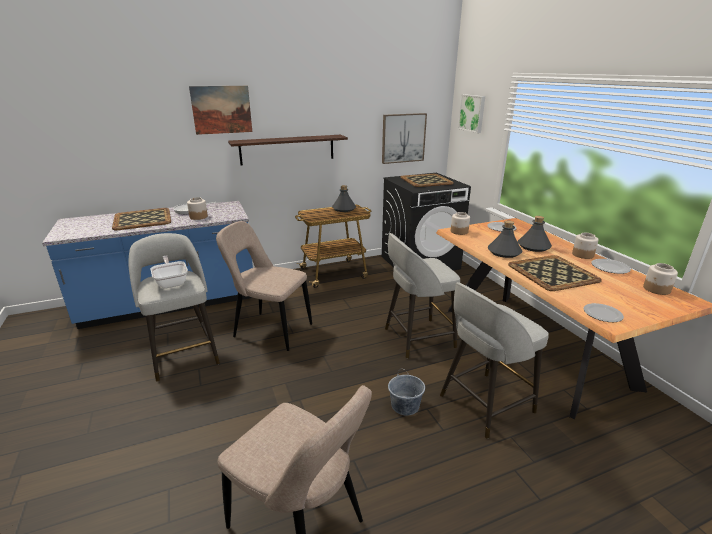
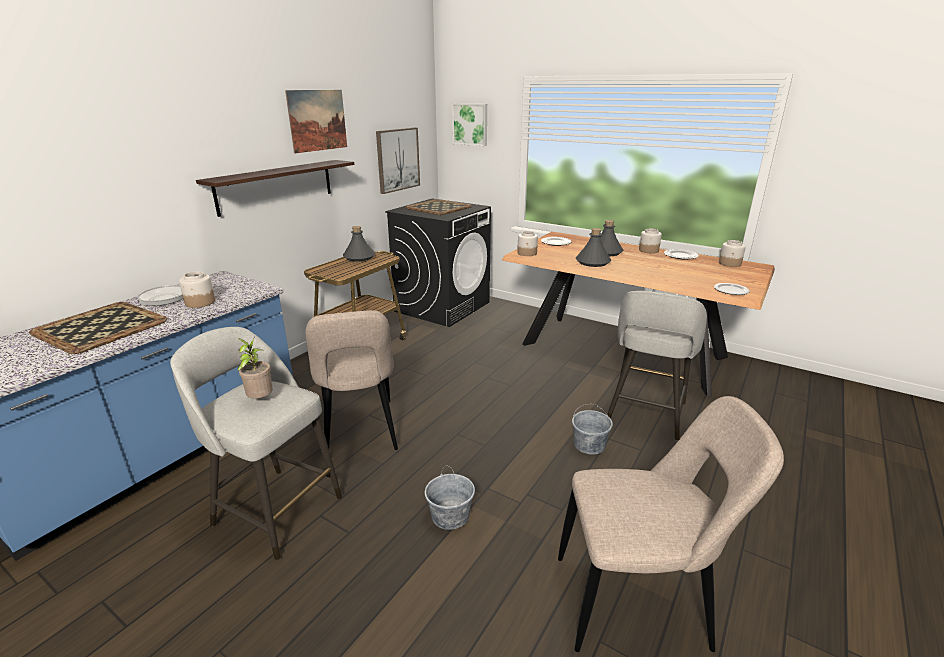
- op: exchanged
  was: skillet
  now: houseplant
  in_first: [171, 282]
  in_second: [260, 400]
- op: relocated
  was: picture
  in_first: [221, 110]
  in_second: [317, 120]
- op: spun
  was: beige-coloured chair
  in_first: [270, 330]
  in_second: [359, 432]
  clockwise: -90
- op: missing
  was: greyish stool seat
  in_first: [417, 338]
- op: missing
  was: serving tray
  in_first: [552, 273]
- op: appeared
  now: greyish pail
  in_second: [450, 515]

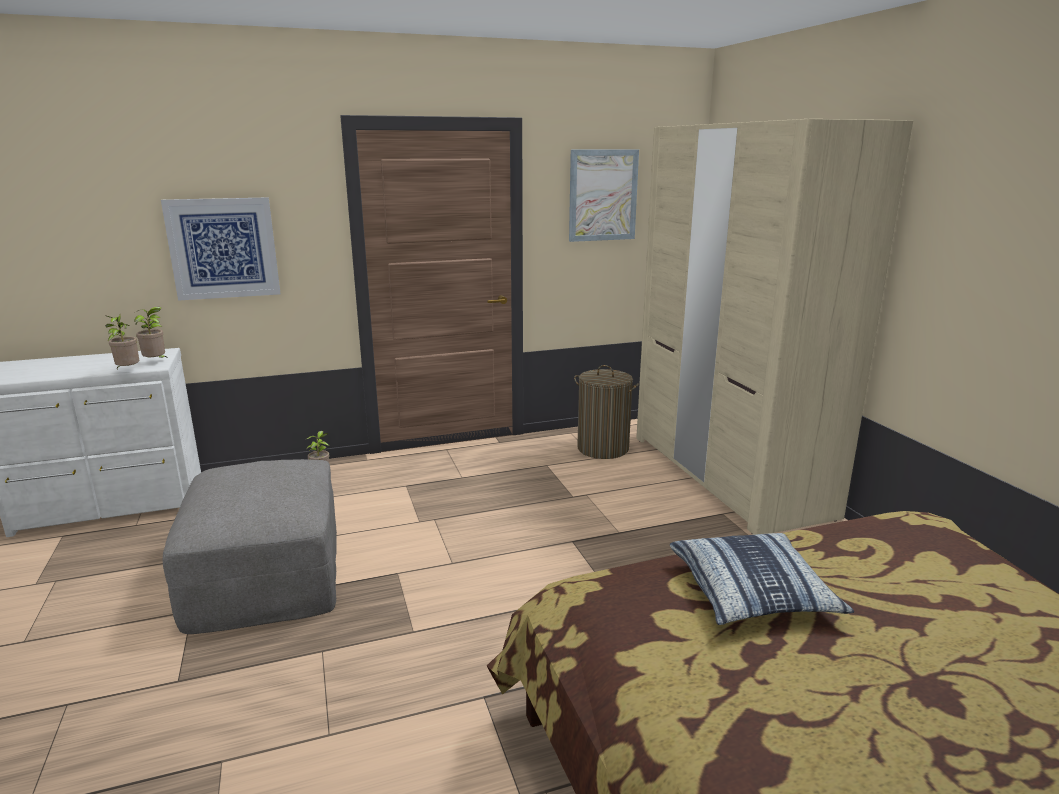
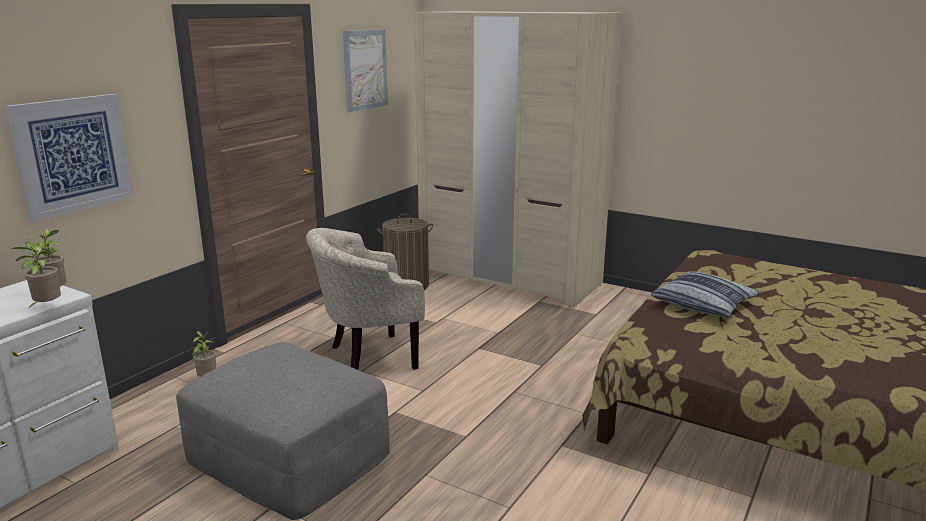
- op: appeared
  now: beige-coloured armchair
  in_second: [367, 358]

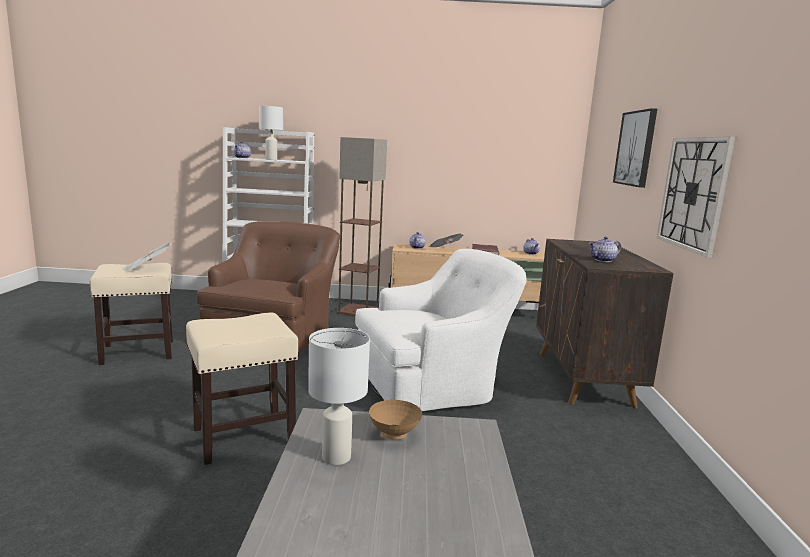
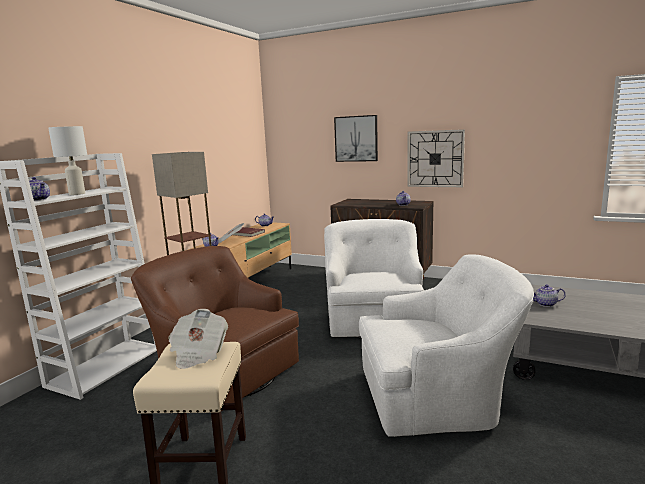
- op: exchanged
  was: beige-coloured stool seat
  now: white-coloured armchair
  in_first: [242, 437]
  in_second: [438, 397]
- op: missing
  was: white-coloured table lamp
  in_first: [337, 457]
- op: exchanged
  was: brown serving bowl
  now: pot for tea
  in_first: [393, 435]
  in_second: [545, 304]

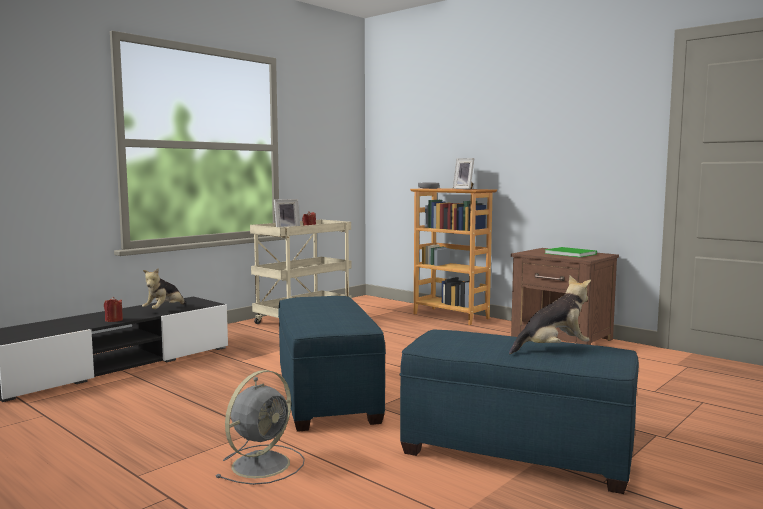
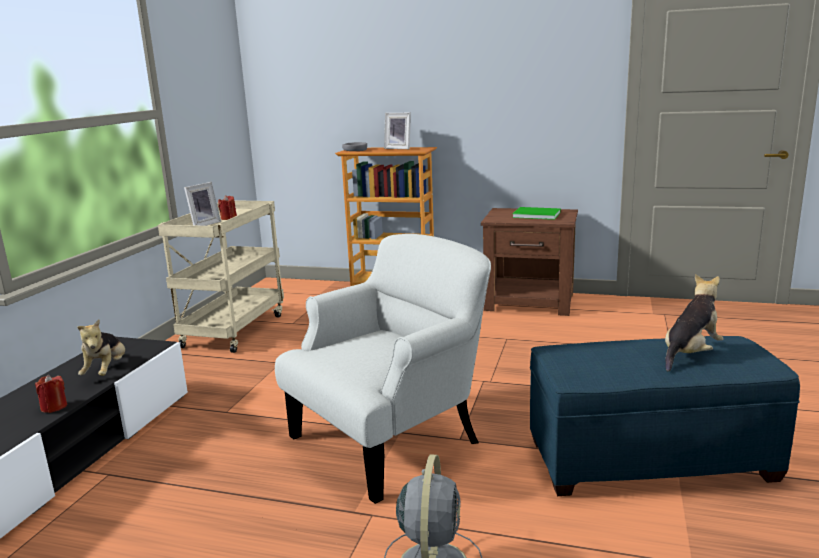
- op: exchanged
  was: blue-coloured ottoman
  now: white-coloured armchair
  in_first: [327, 396]
  in_second: [390, 438]

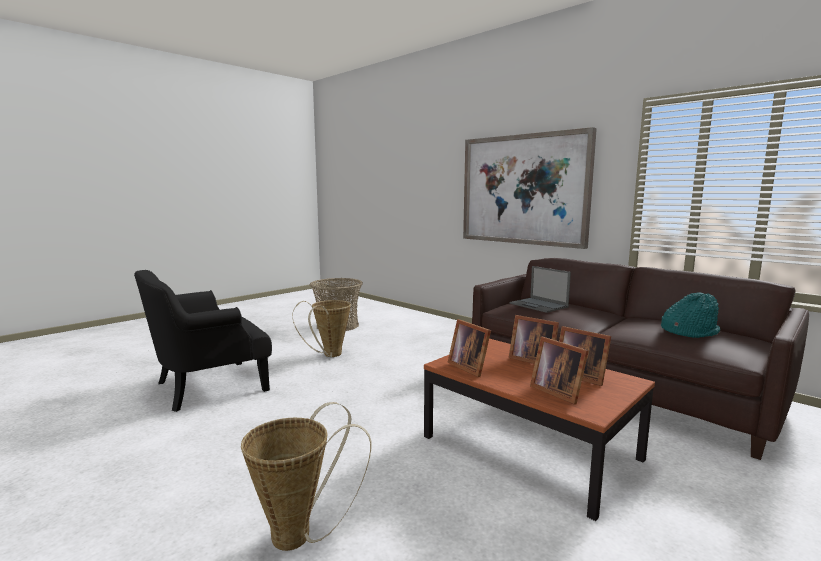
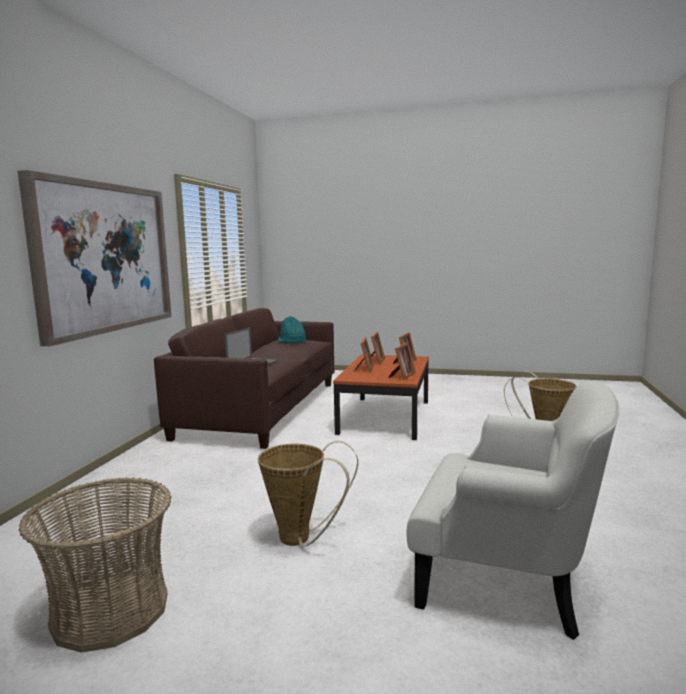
- op: colour
  was: blackish armchair
  now: white-coloured armchair
  in_first: [208, 386]
  in_second: [507, 578]

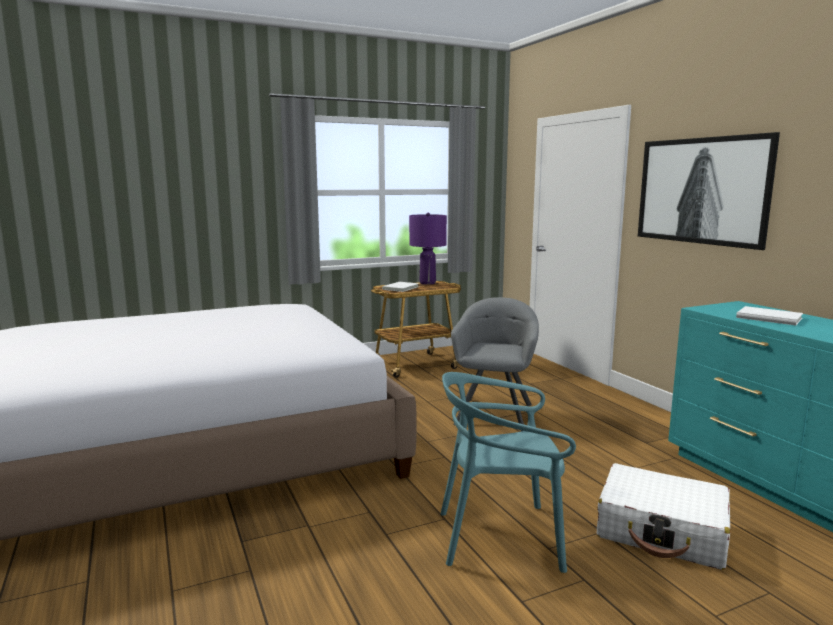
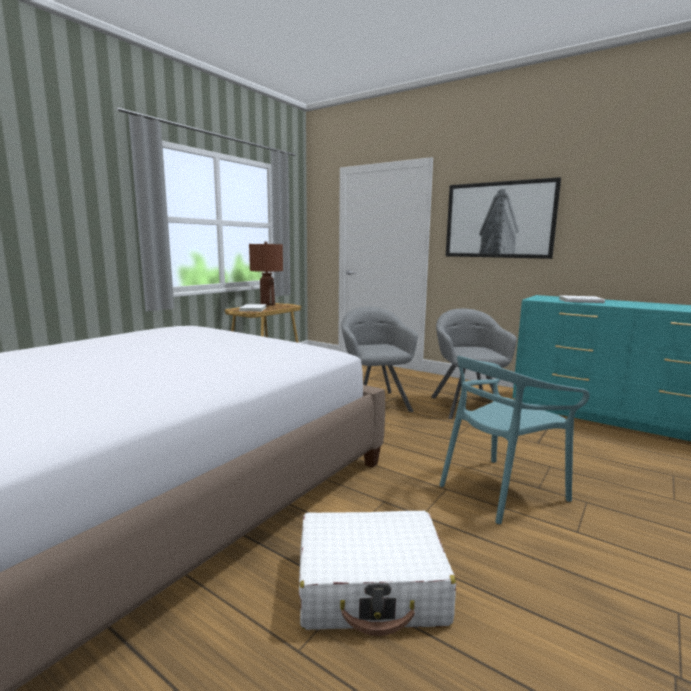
- op: colour
  was: purple table lamp
  now: brown table lamp
  in_first: [428, 283]
  in_second: [267, 304]
- op: relocated
  was: white-coloured travel case
  in_first: [662, 531]
  in_second: [371, 586]
- op: appeared
  now: greyish armchair
  in_second: [467, 406]

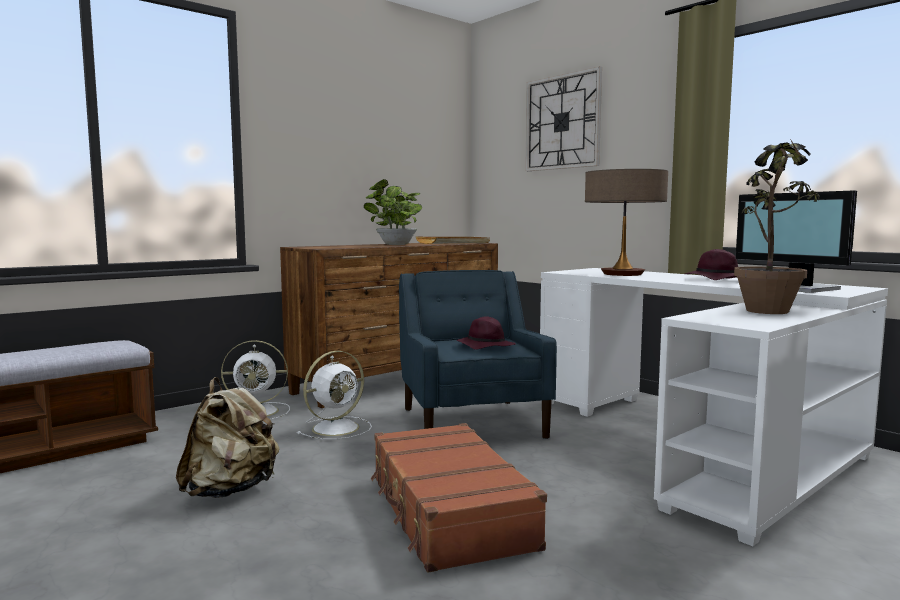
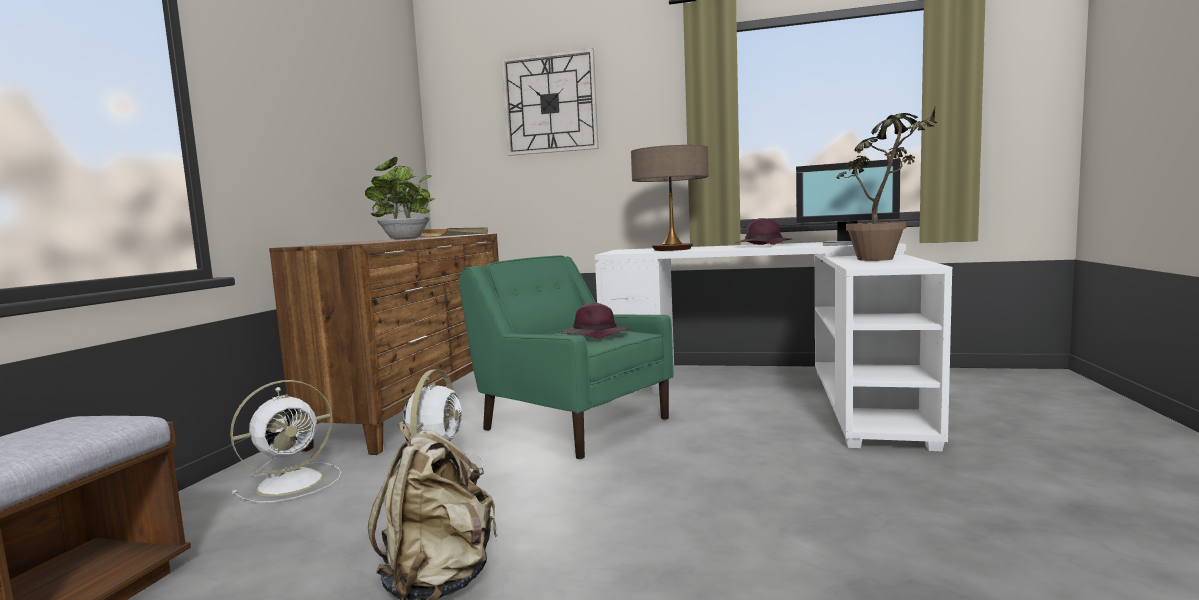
- op: missing
  was: brown travel case
  in_first: [448, 512]
- op: colour
  was: blue-coloured armchair
  now: green armchair
  in_first: [471, 422]
  in_second: [573, 423]

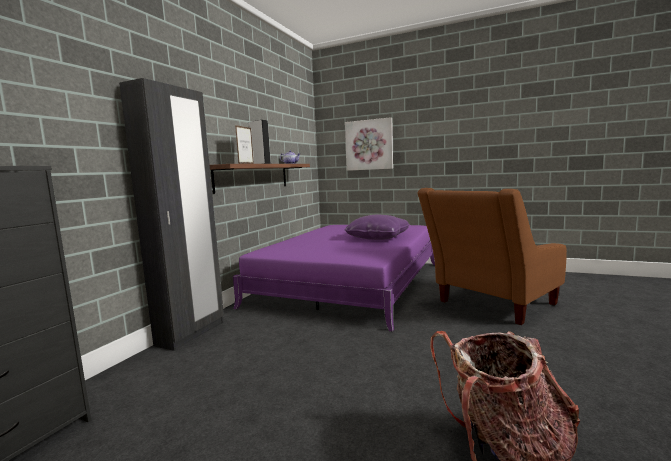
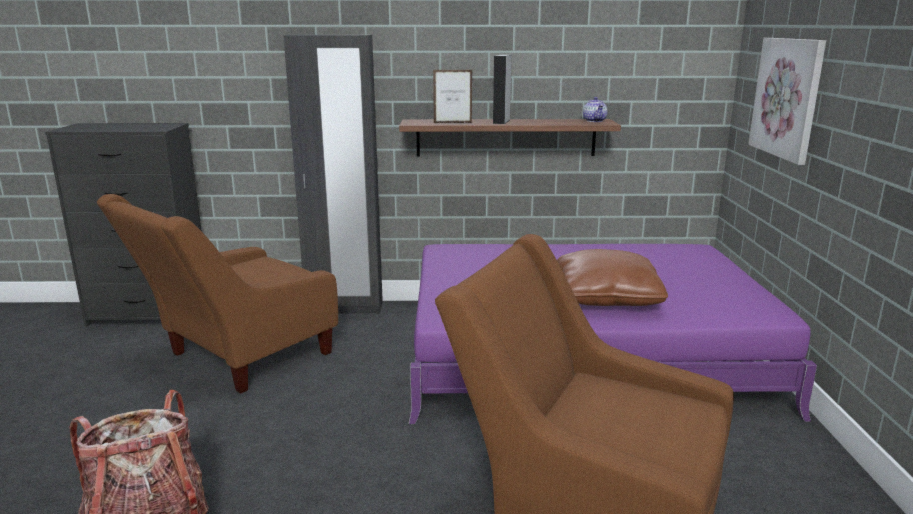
- op: colour
  was: purple pillow
  now: brown pillow
  in_first: [377, 238]
  in_second: [606, 297]
- op: appeared
  now: brown armchair
  in_second: [236, 359]

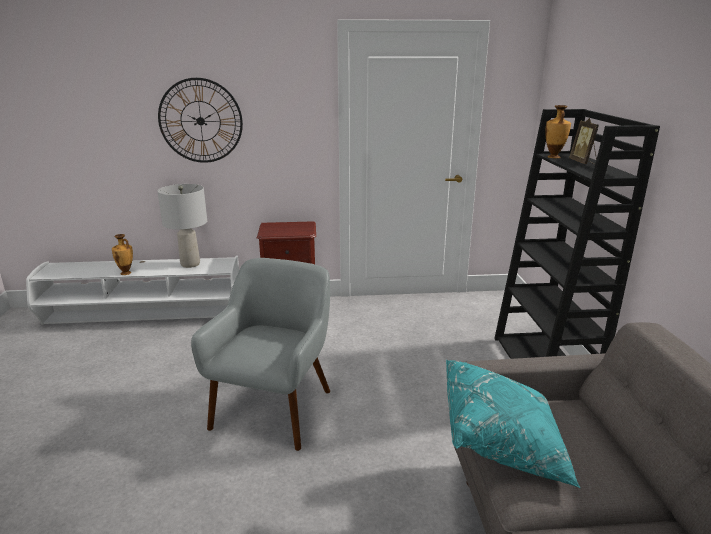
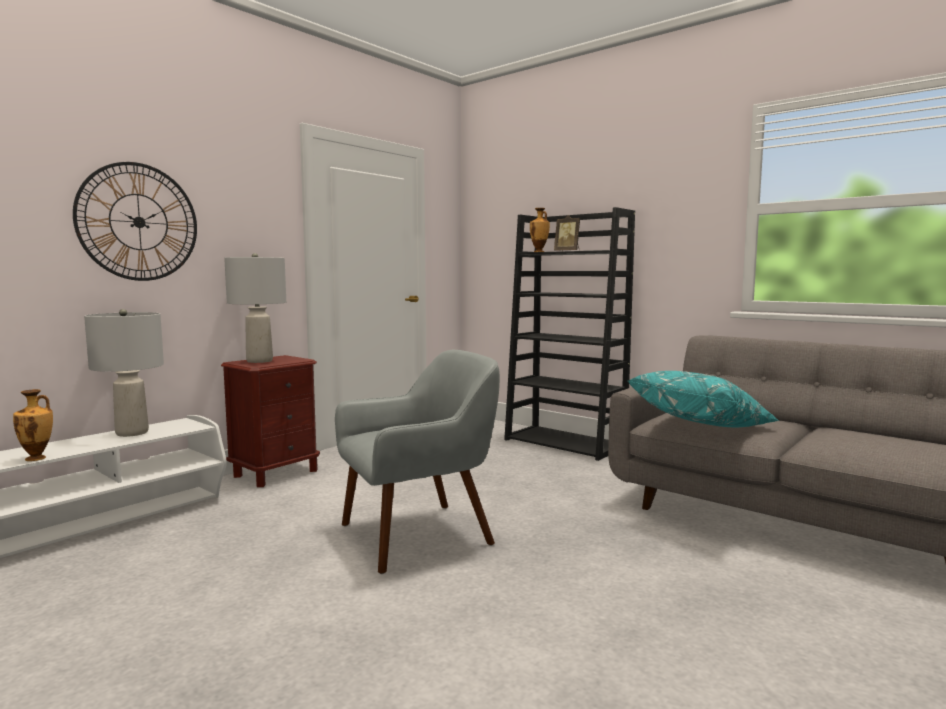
- op: spun
  was: greyish armchair
  in_first: [274, 409]
  in_second: [419, 535]
  clockwise: 90
- op: appeared
  now: greyish table lamp
  in_second: [260, 361]

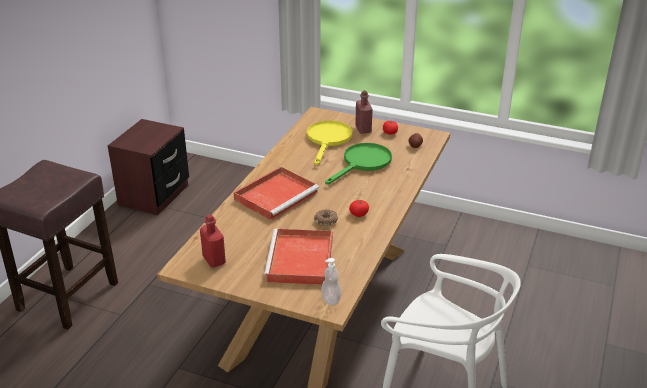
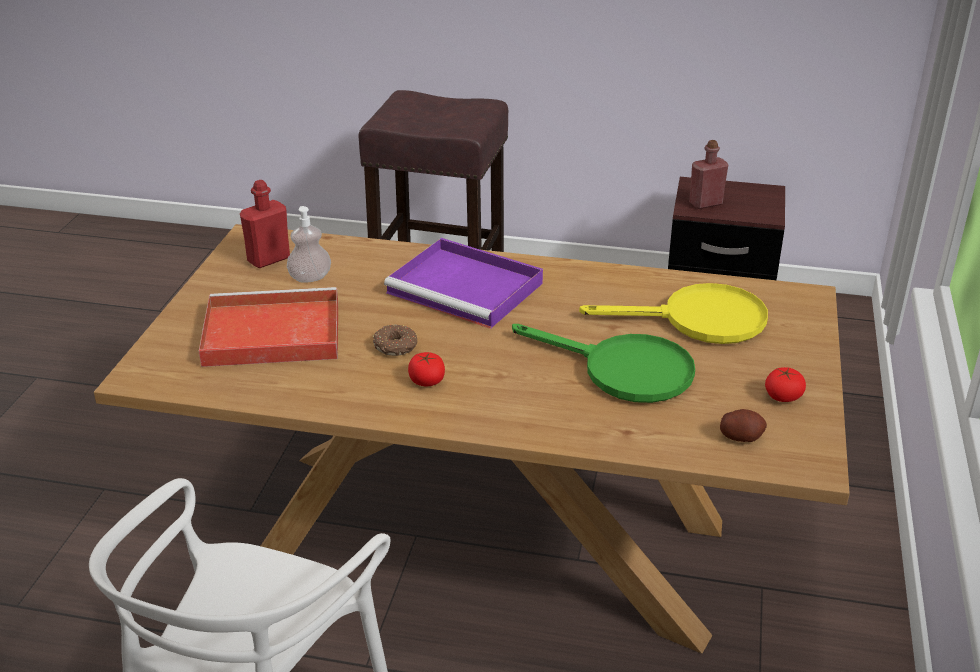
- op: colour
  was: red-coloured serving tray
  now: purple serving tray
  in_first: [277, 195]
  in_second: [468, 288]
- op: relocated
  was: soap bottle
  in_first: [331, 299]
  in_second: [310, 278]
- op: relocated
  was: red-coloured bottle
  in_first: [363, 129]
  in_second: [705, 203]

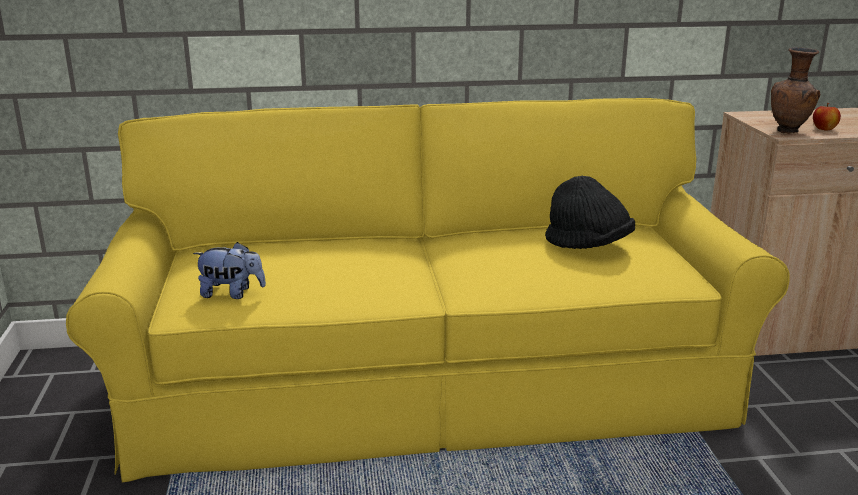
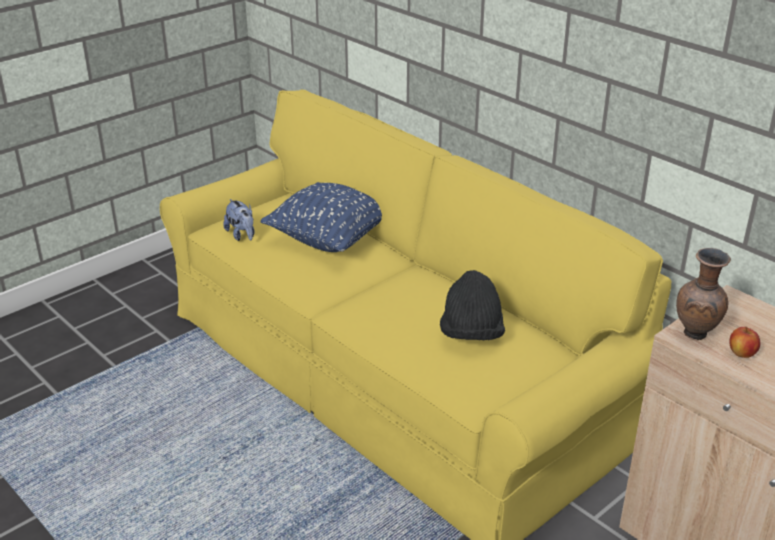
- op: appeared
  now: blue-coloured pillow
  in_second: [330, 239]

